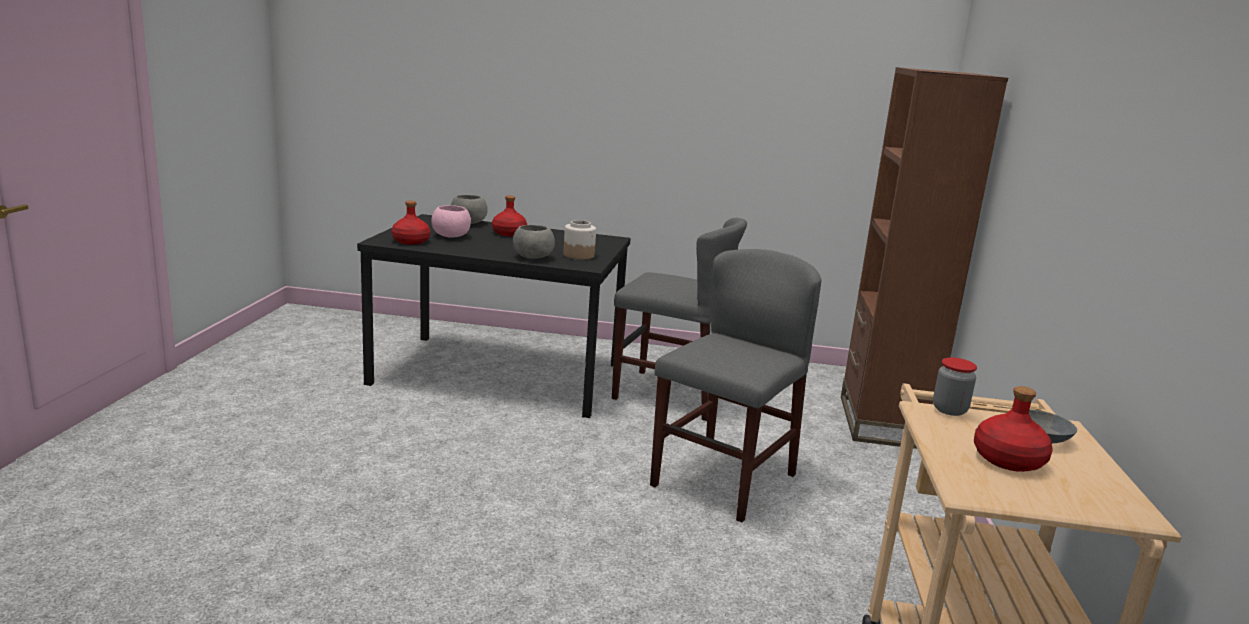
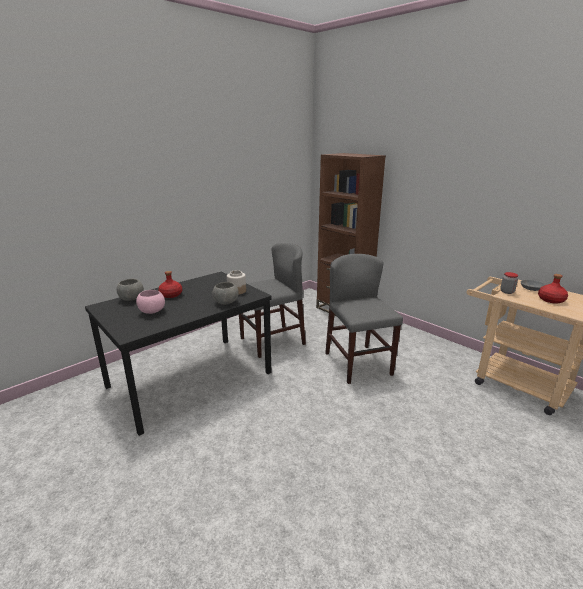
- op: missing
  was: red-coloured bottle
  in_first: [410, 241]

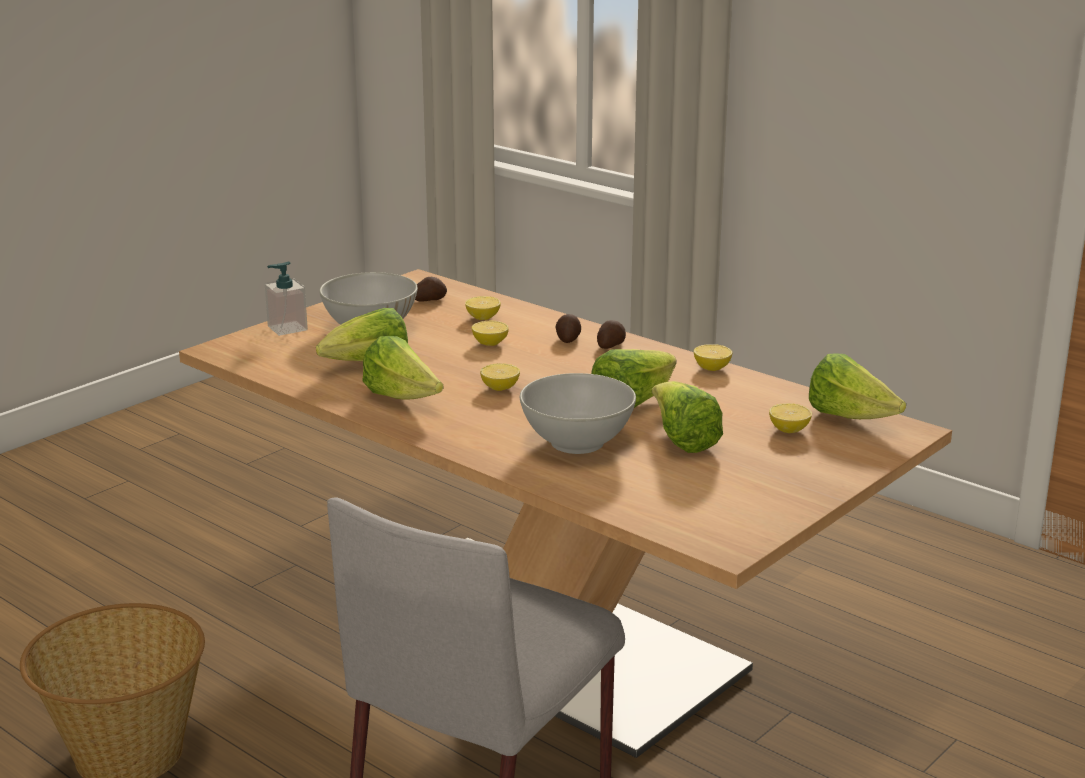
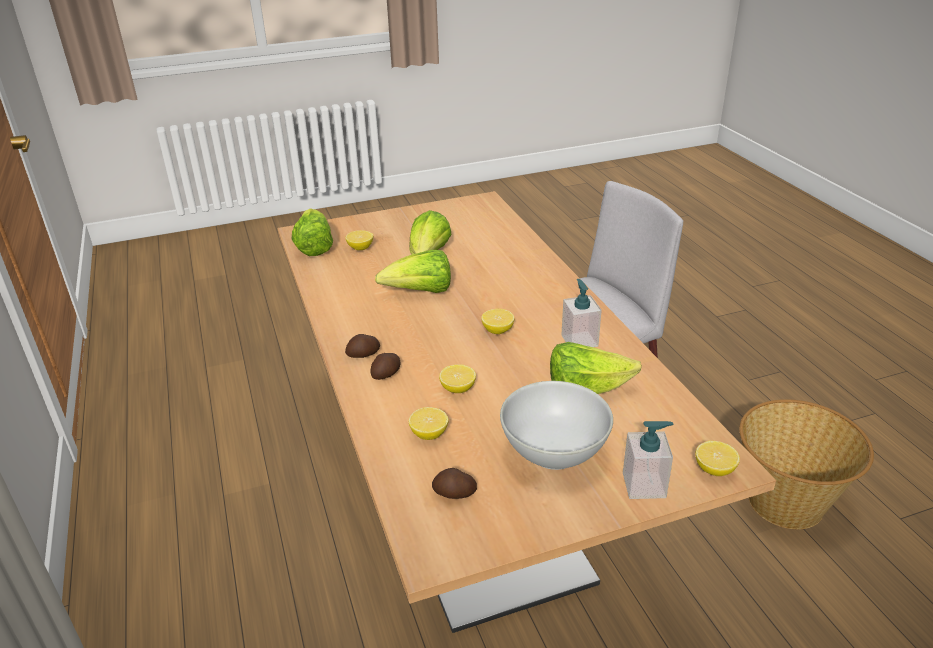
- op: exchanged
  was: lettuce head
  now: soap bottle
  in_first: [402, 398]
  in_second: [579, 340]
- op: missing
  was: white-coloured serving bowl
  in_first: [578, 443]
- op: relocated
  was: whole lemon
  in_first: [712, 368]
  in_second: [714, 469]

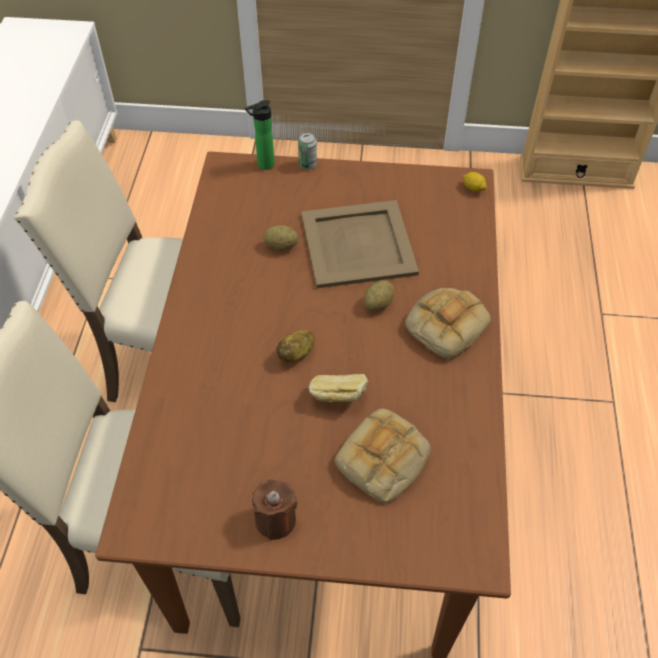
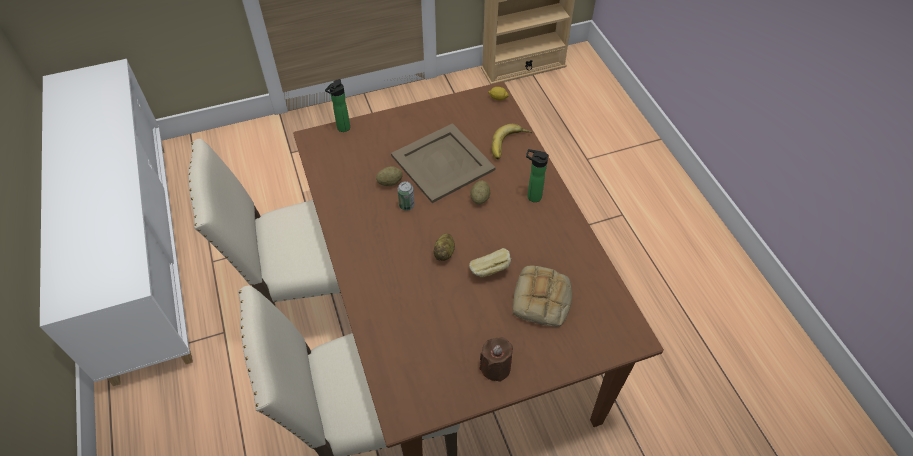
- op: relocated
  was: sealed can
  in_first: [308, 165]
  in_second: [406, 205]
- op: exchanged
  was: bakery bread
  now: bottle
  in_first: [446, 324]
  in_second: [532, 196]
- op: appeared
  now: whole banana
  in_second: [510, 145]

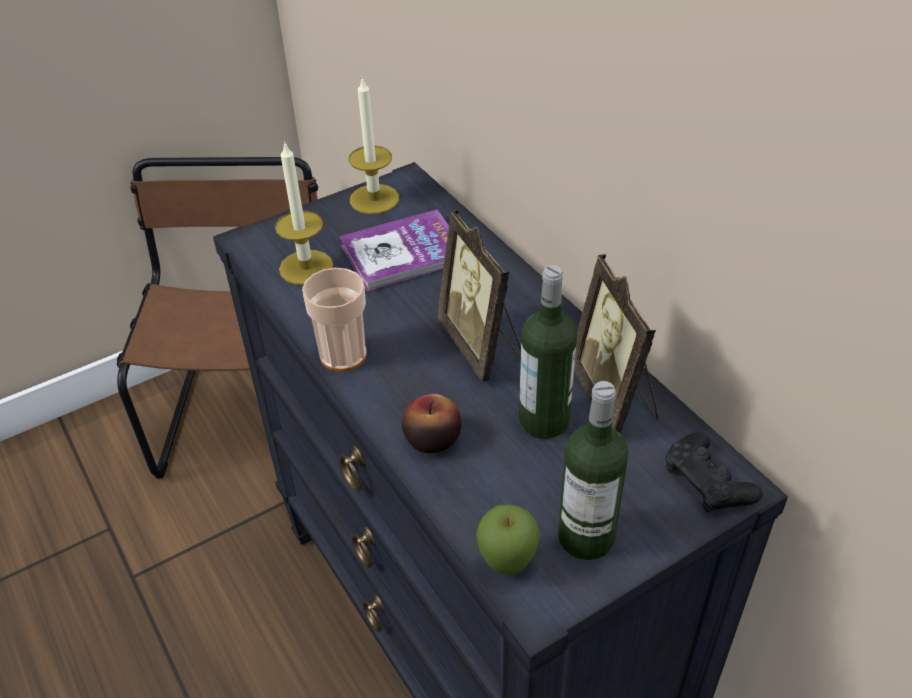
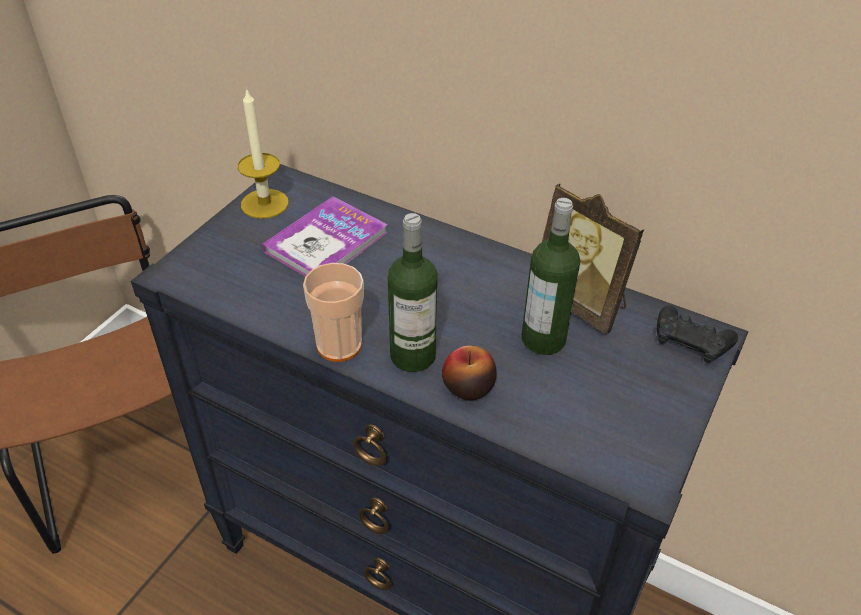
- op: missing
  was: candle
  in_first: [306, 267]
- op: missing
  was: picture frame
  in_first: [482, 345]
- op: missing
  was: whole apple
  in_first: [507, 566]
- op: relocated
  was: bottle
  in_first: [586, 537]
  in_second: [413, 356]

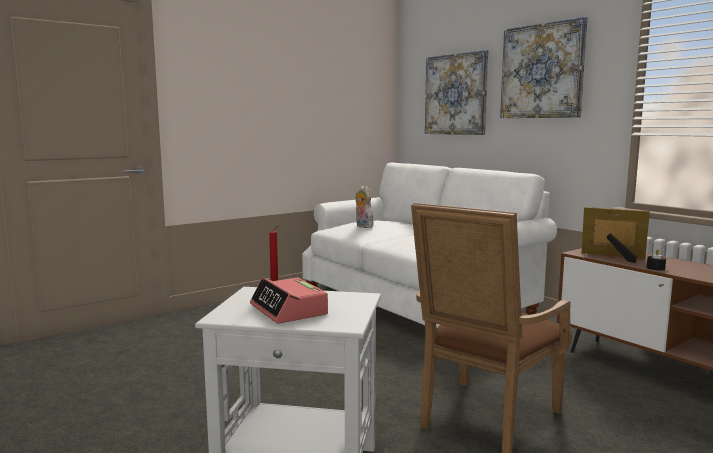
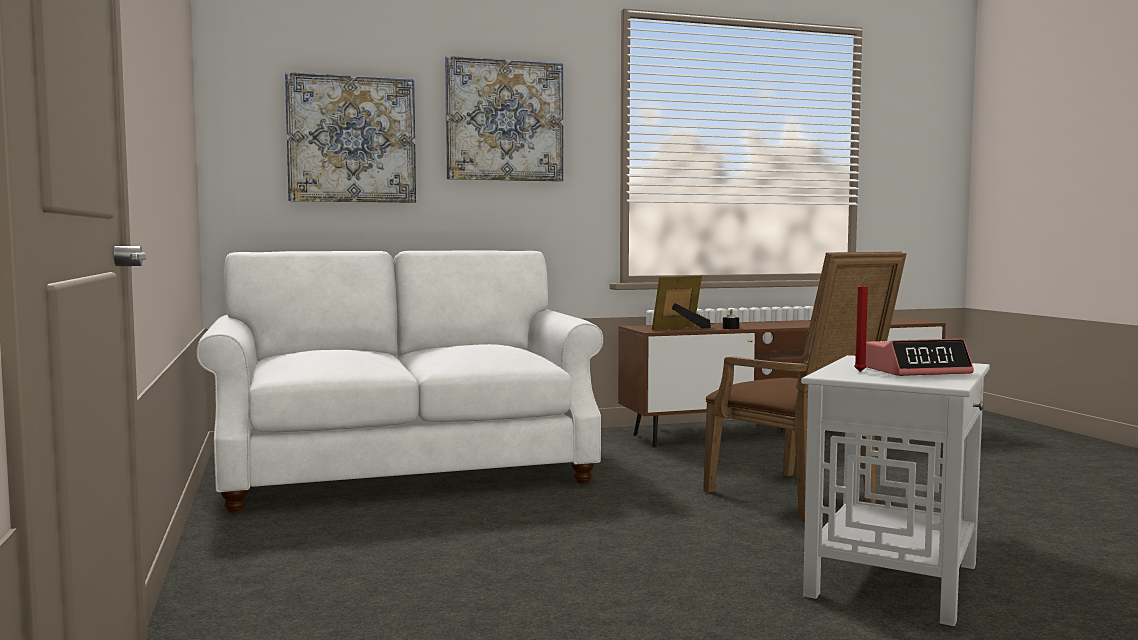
- op: missing
  was: soft toy
  in_first: [362, 226]

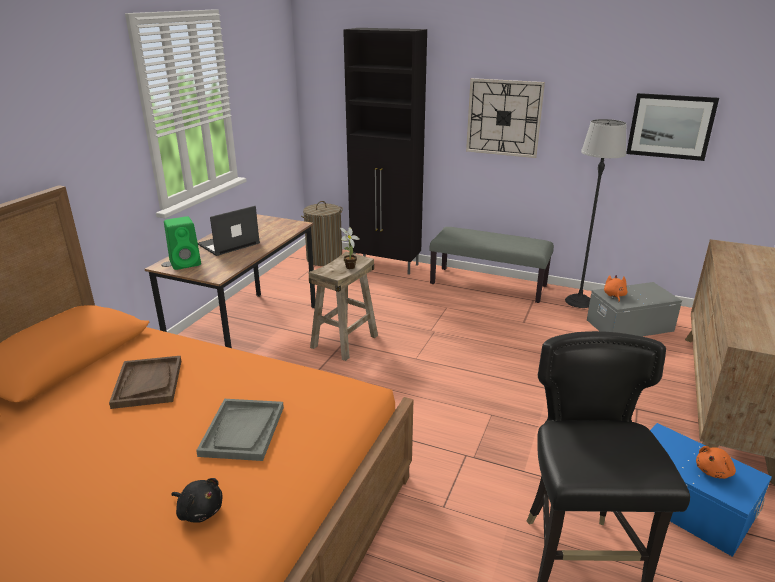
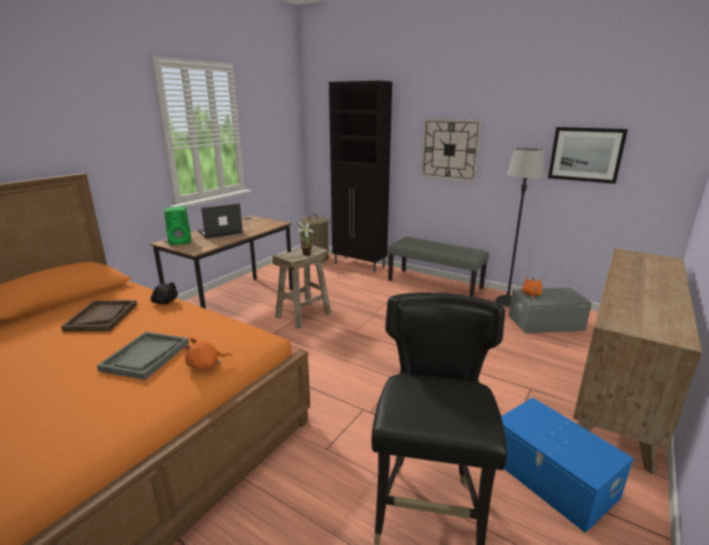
- op: relocated
  was: blackish soft toy
  in_first: [199, 510]
  in_second: [165, 302]
- op: relocated
  was: orangey soft toy
  in_first: [714, 471]
  in_second: [206, 365]

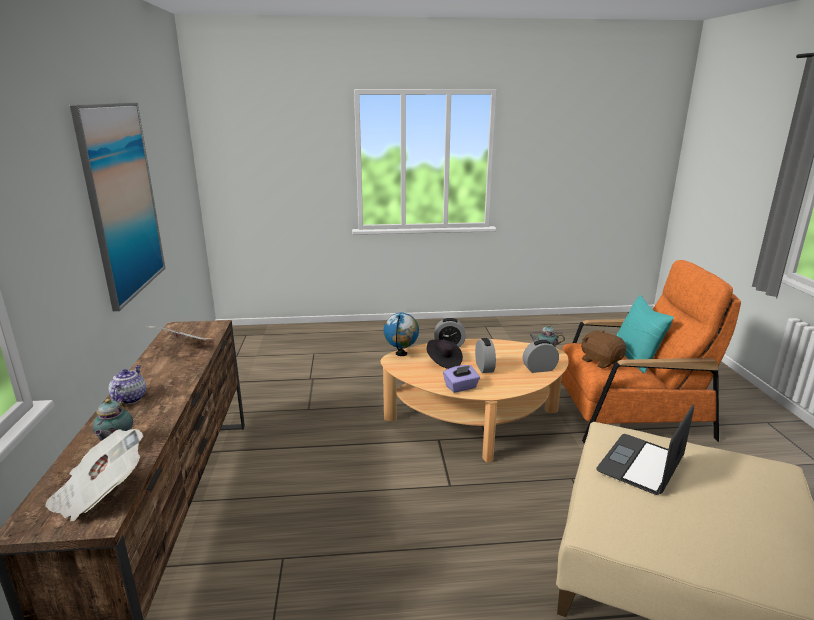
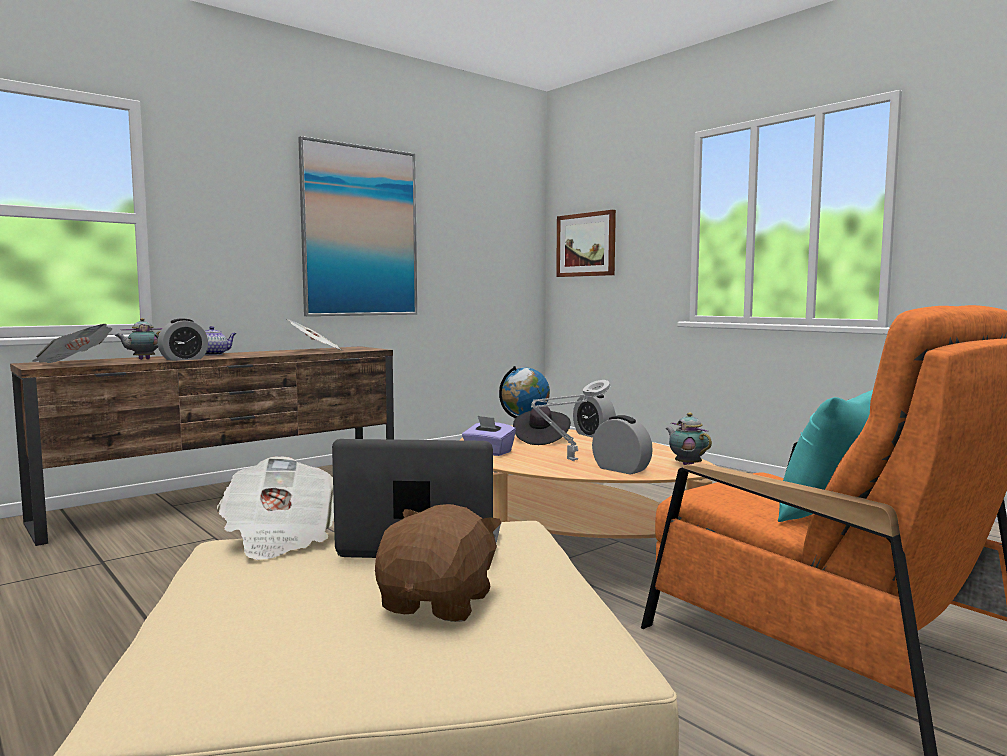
- op: relocated
  was: bedside clock
  in_first: [484, 368]
  in_second: [184, 359]
- op: relocated
  was: brown soft toy
  in_first: [600, 361]
  in_second: [439, 603]
- op: appeared
  now: daily paper
  in_second: [279, 538]
- op: appeared
  now: greyish table lamp
  in_second: [570, 461]
- op: appeared
  now: picture
  in_second: [586, 245]

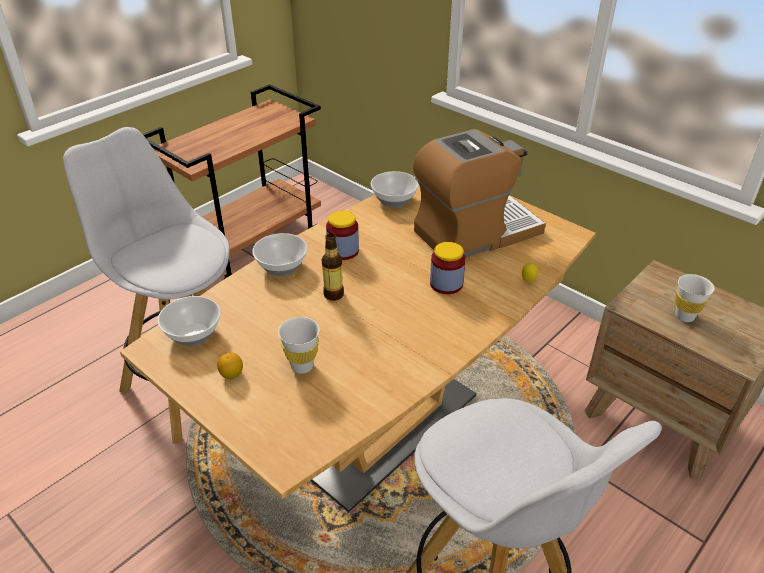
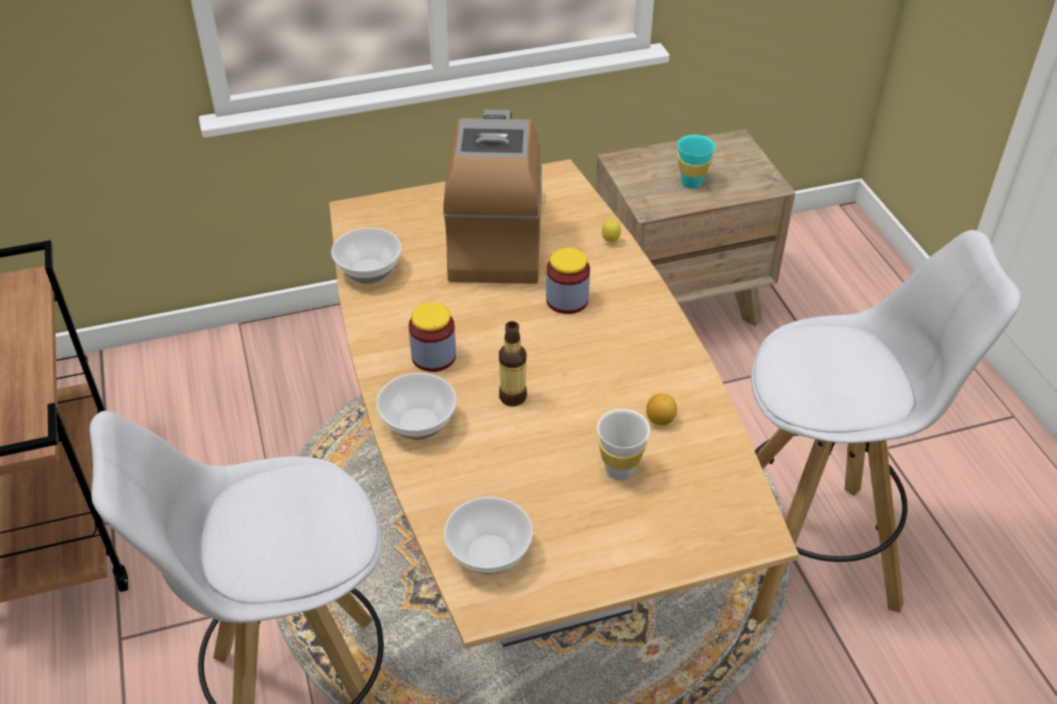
- op: relocated
  was: whole lemon
  in_first: [232, 374]
  in_second: [660, 420]
- op: colour
  was: white-coloured drinking cup
  now: turquoise drinking cup
  in_first: [684, 316]
  in_second: [691, 183]

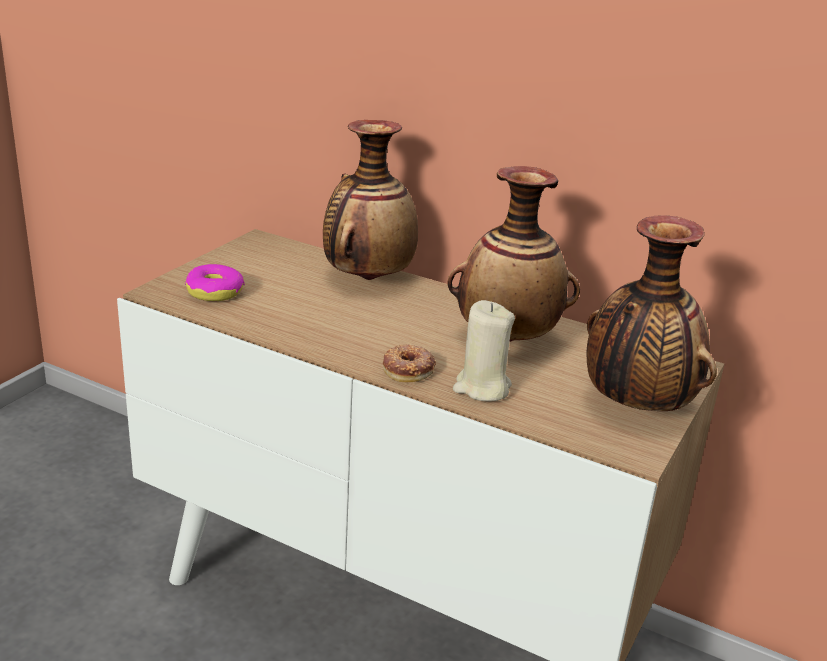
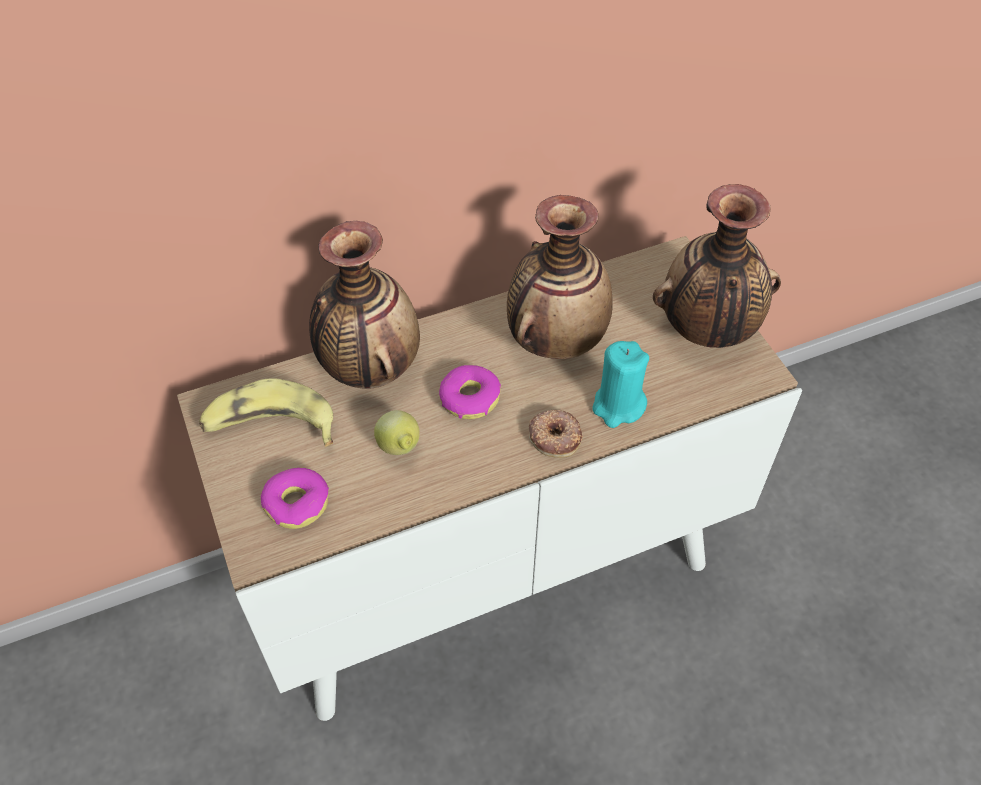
- op: colour
  was: beige-coloured candle
  now: turquoise candle
  in_first: [481, 388]
  in_second: [618, 406]
- op: appeared
  now: whole banana
  in_second: [270, 426]
- op: appeared
  now: whole lemon
  in_second: [400, 448]
- op: appeared
  now: donut
  in_second: [469, 398]

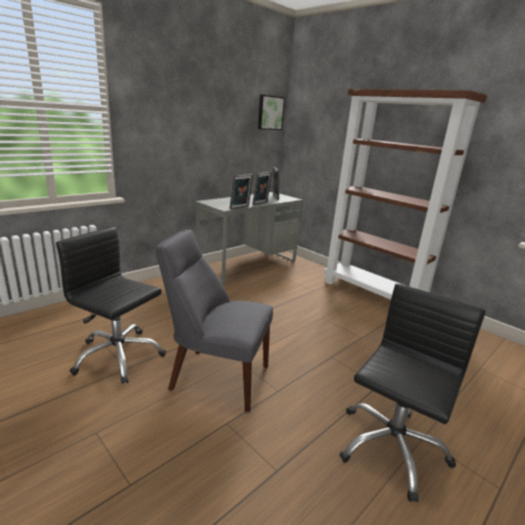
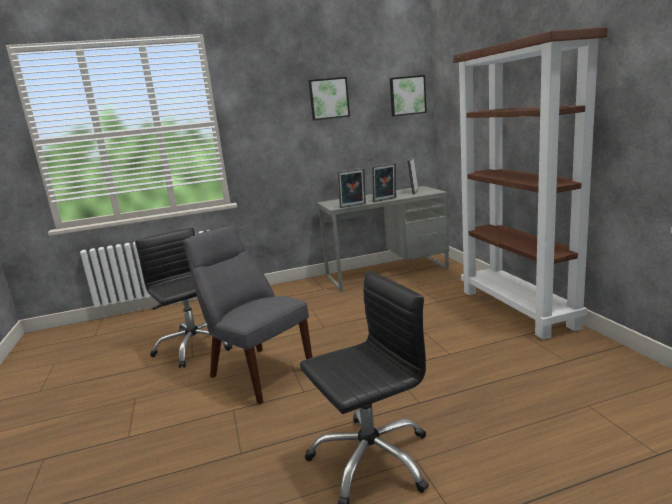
- op: appeared
  now: picture
  in_second: [328, 98]

